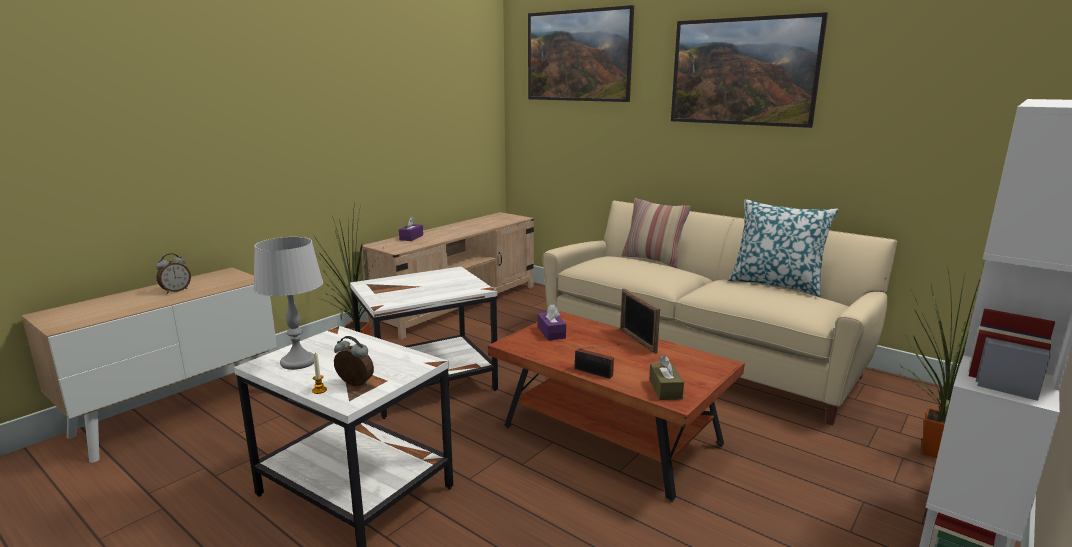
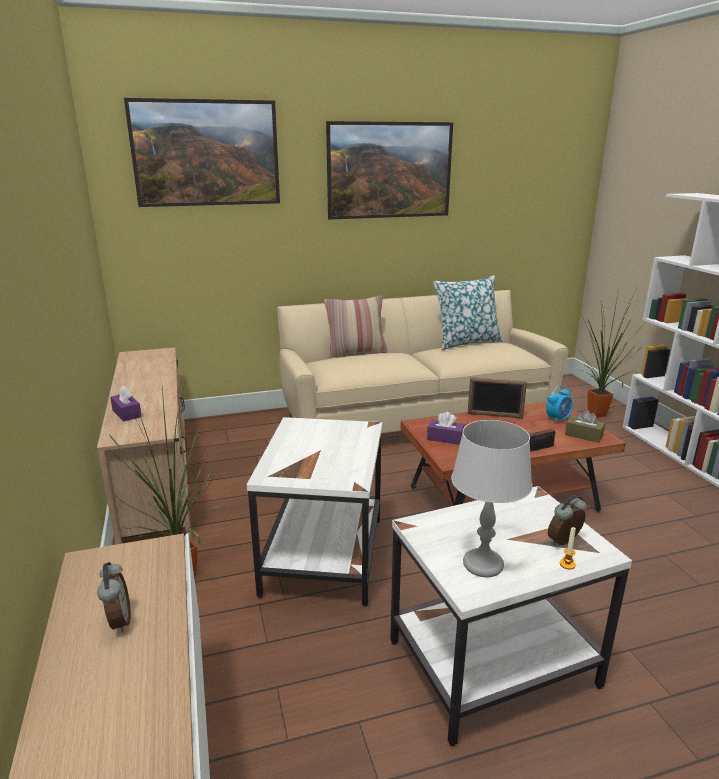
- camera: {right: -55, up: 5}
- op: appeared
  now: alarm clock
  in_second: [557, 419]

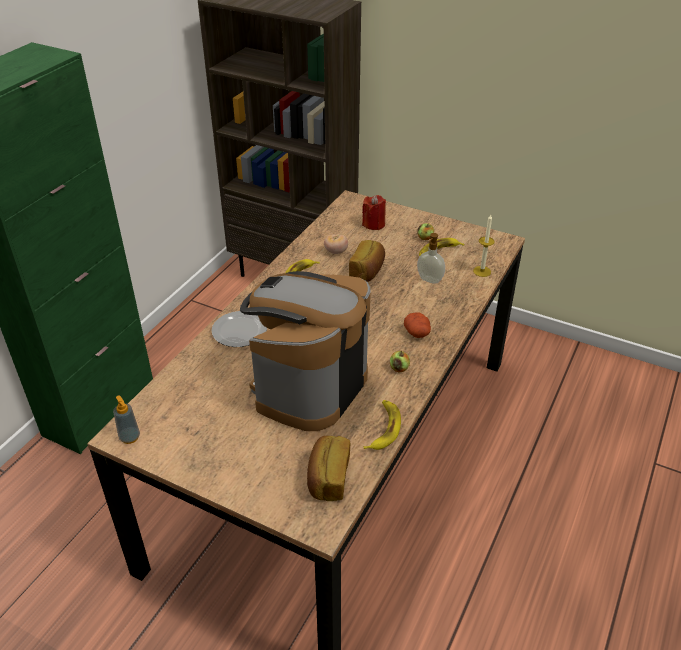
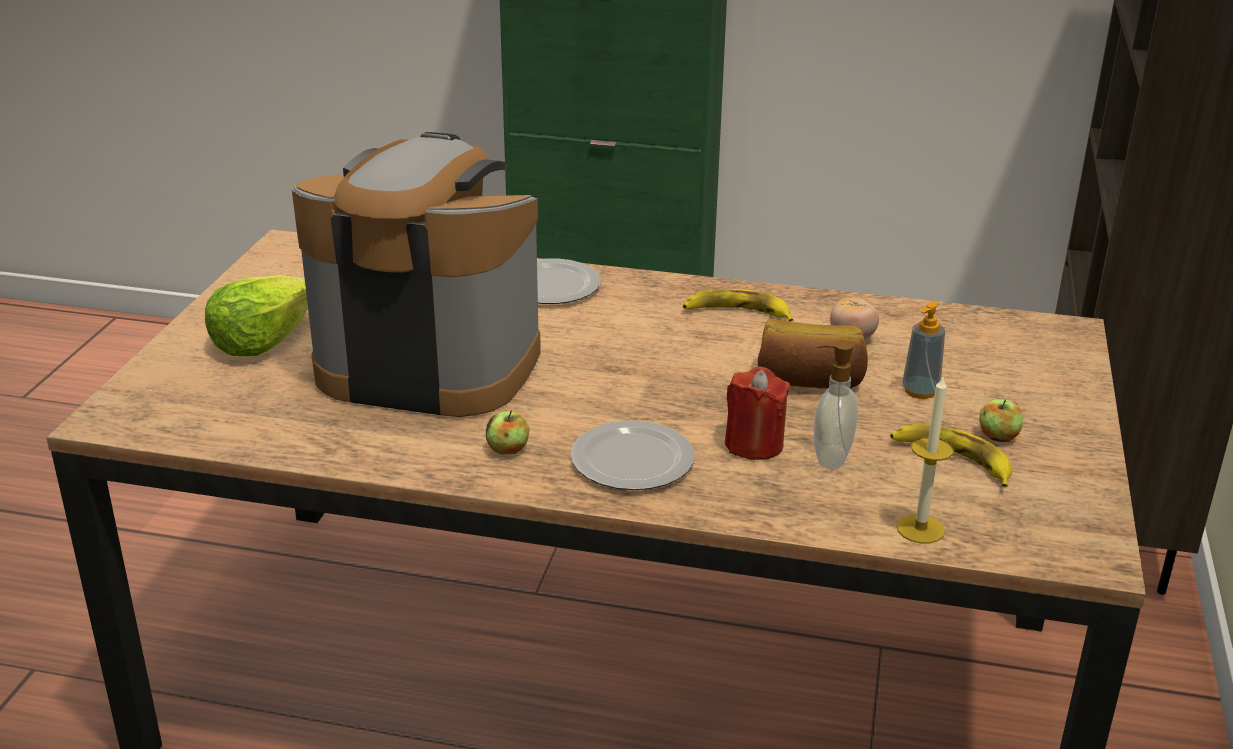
- camera: {right: 75, up: -10}
- op: appeared
  now: lettuce
  in_second: [262, 340]
- op: exchanged
  was: potato
  now: plate
  in_first: [417, 333]
  in_second: [630, 460]
- op: relocated
  was: red candle
  in_first: [374, 224]
  in_second: [754, 444]
- op: relocated
  was: soap dispenser
  in_first: [130, 437]
  in_second: [920, 391]
- op: missing
  was: bread
  in_first: [328, 478]
- op: missing
  was: banana
  in_first: [383, 428]

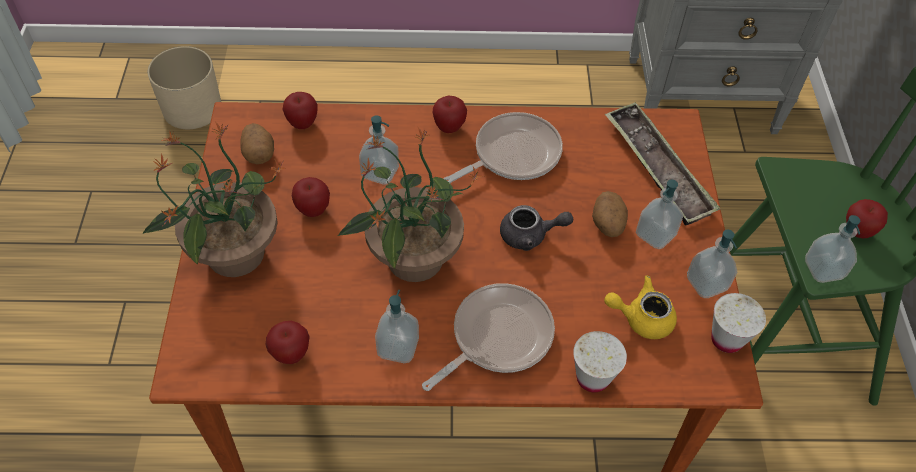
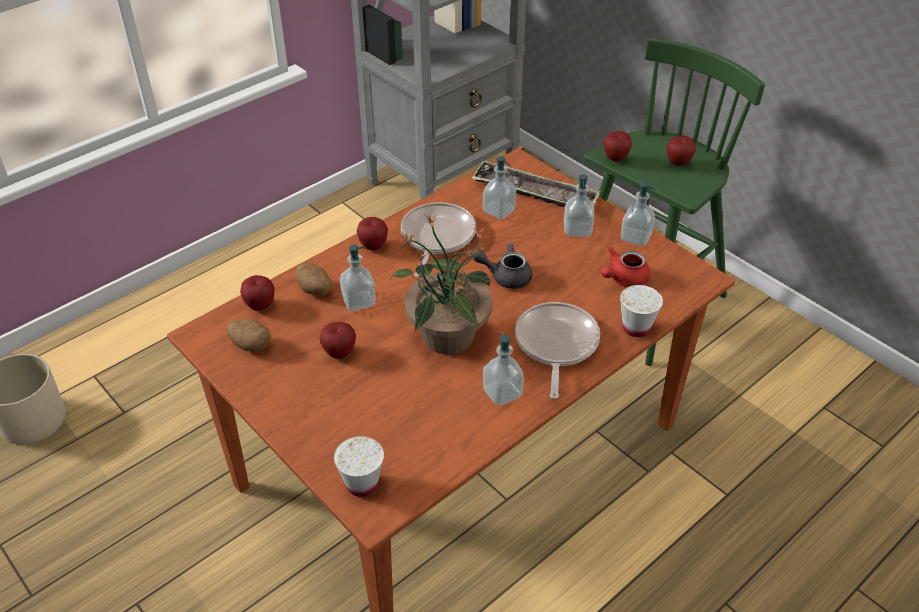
- camera: {right: -40, up: -10}
- op: relocated
  was: potato
  in_first: [608, 225]
  in_second: [315, 290]
- op: relocated
  was: white cup
  in_first: [726, 339]
  in_second: [362, 484]
- op: spun
  was: grey teapot
  in_first: [530, 235]
  in_second: [505, 276]
  clockwise: -135
- op: relocated
  was: soap dispenser
  in_first: [823, 269]
  in_second: [499, 211]
- op: colour
  was: yellow teapot
  now: red teapot
  in_first: [641, 318]
  in_second: [623, 279]
- op: relocated
  was: apple
  in_first: [291, 354]
  in_second: [615, 158]
- op: missing
  was: potted plant
  in_first: [233, 254]

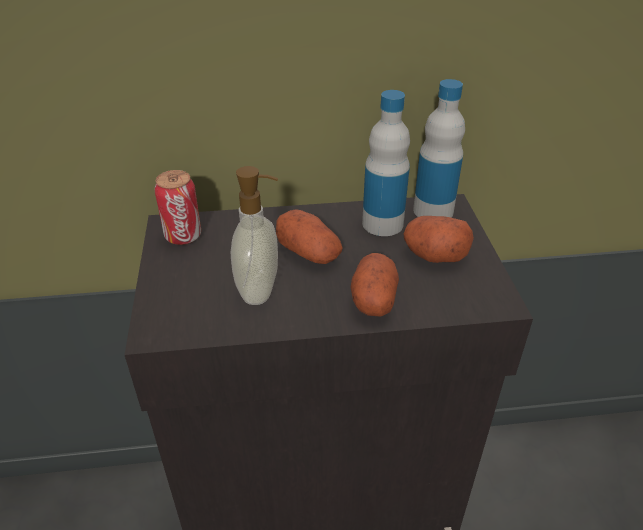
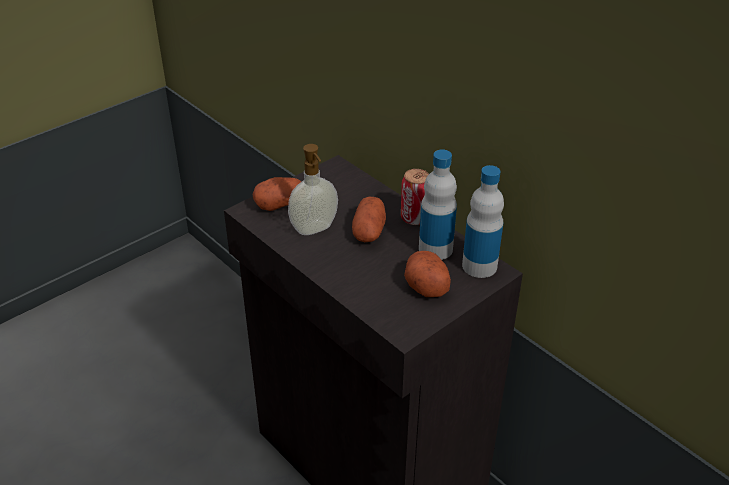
- camera: {right: 55, up: 0}
- op: relocated
  was: potato
  in_first: [373, 298]
  in_second: [280, 204]
- op: relocated
  was: can
  in_first: [183, 236]
  in_second: [414, 218]

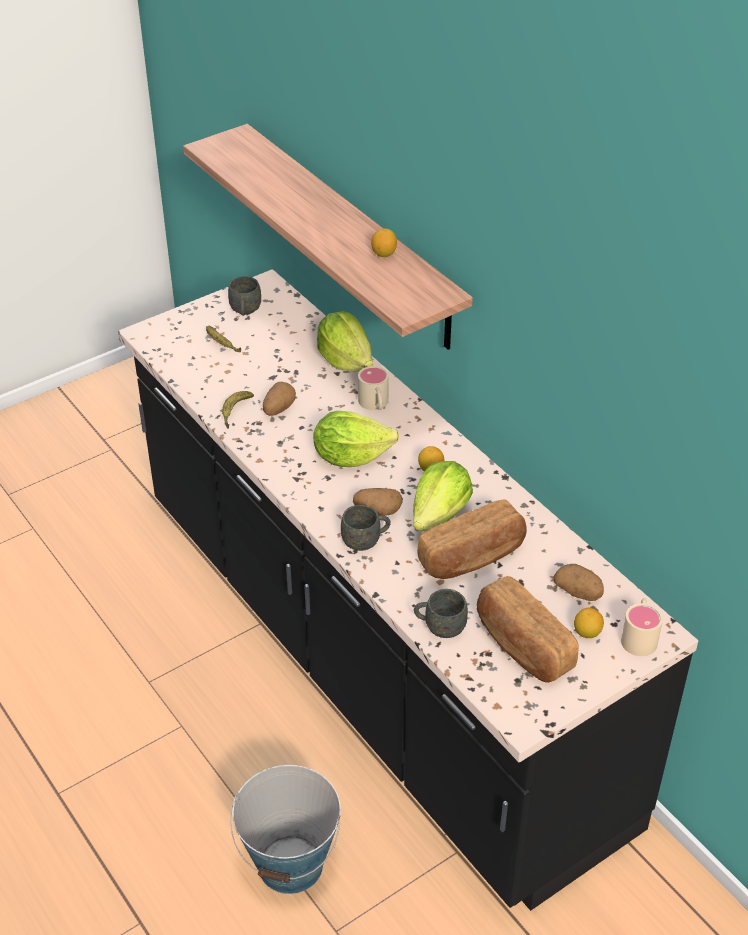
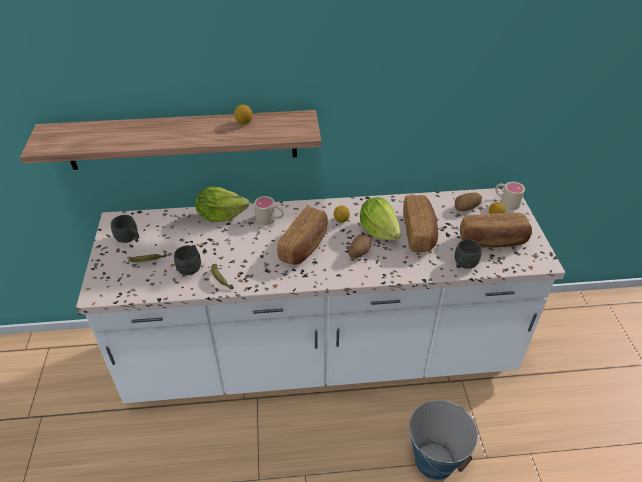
- camera: {right: -60, up: 0}
- op: colour
  was: black counter
  now: white counter
  in_first: [373, 659]
  in_second: [321, 357]
- op: relocated
  was: grey mug
  in_first: [366, 541]
  in_second: [191, 267]
- op: exchanged
  was: lettuce
  now: bread
  in_first: [350, 456]
  in_second: [305, 246]
- op: missing
  was: potato
  in_first: [278, 408]

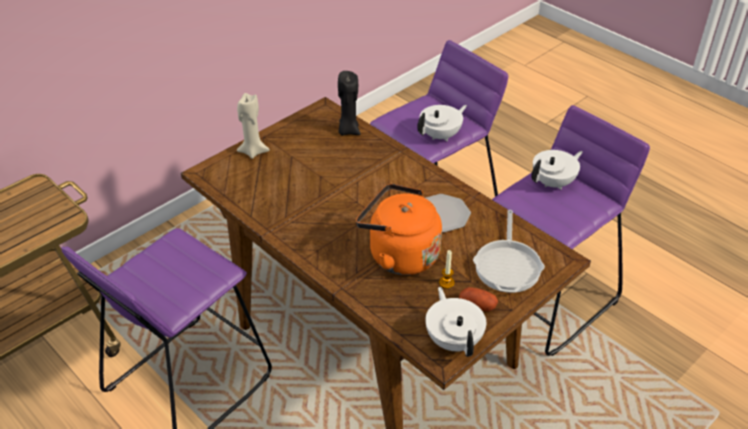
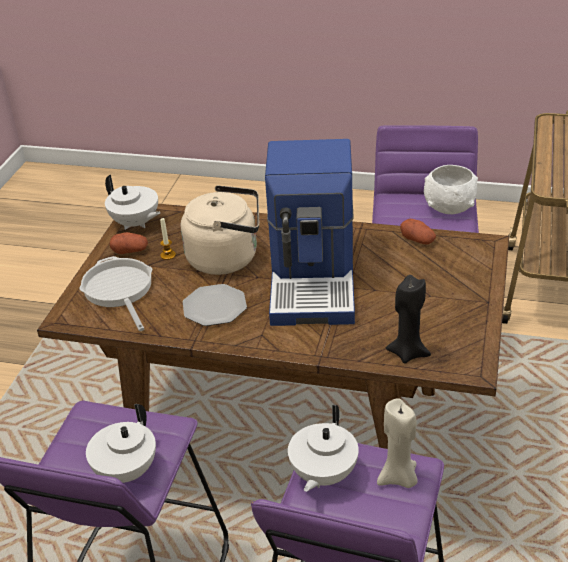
- camera: {right: 150, up: -5}
- op: colour
  was: orange kettle
  now: beige kettle
  in_first: [399, 255]
  in_second: [227, 258]
- op: appeared
  now: coffee machine
  in_second: [314, 279]
- op: relocated
  was: beige candle
  in_first: [253, 151]
  in_second: [399, 478]
- op: appeared
  now: potato
  in_second: [417, 240]
- op: appeared
  now: white bowl
  in_second: [448, 207]

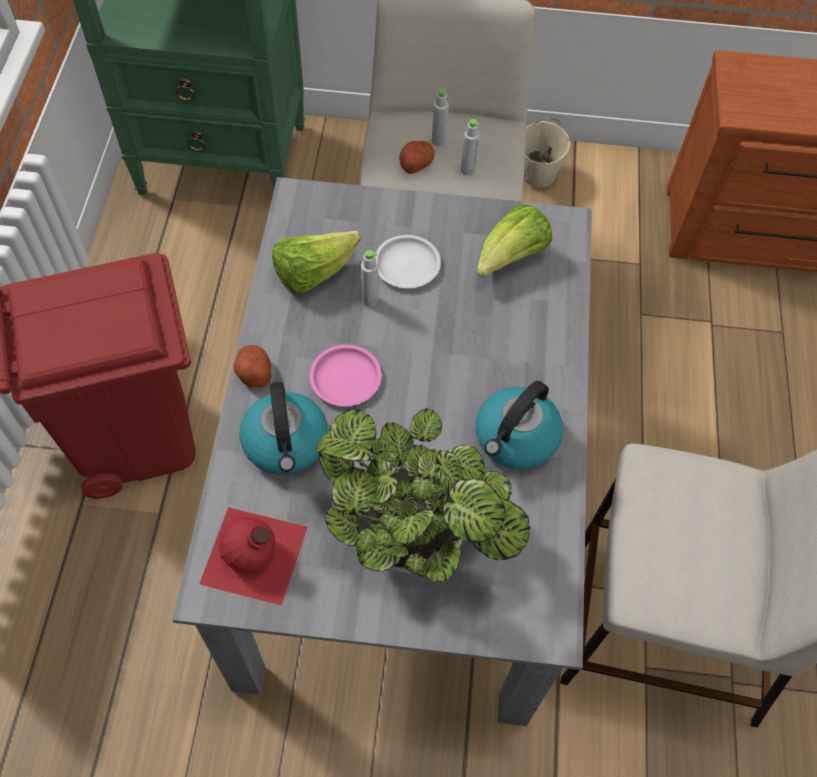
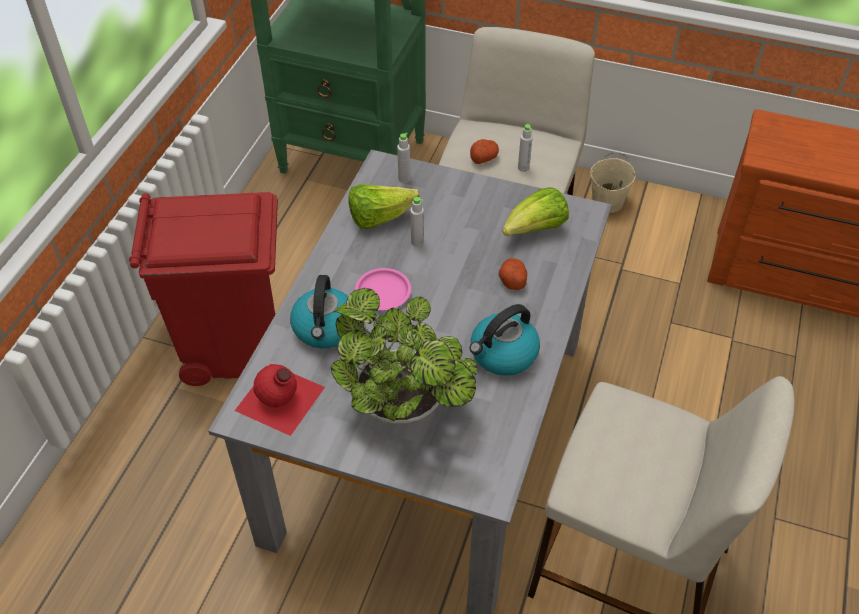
- camera: {right: 15, up: -10}
- op: relocated
  was: grey bottle
  in_first: [438, 141]
  in_second: [404, 178]
- op: relocated
  was: potato
  in_first: [253, 373]
  in_second: [512, 280]
- op: missing
  was: white plate
  in_first: [407, 265]

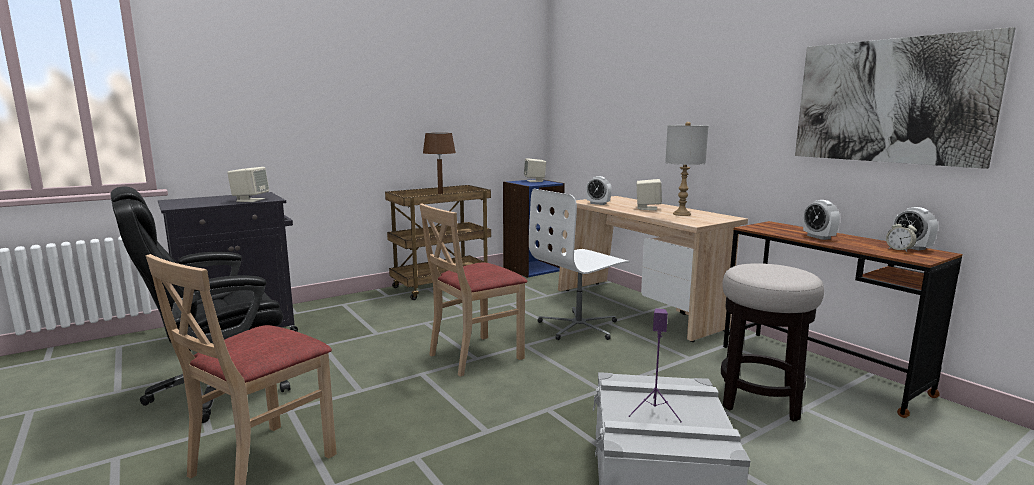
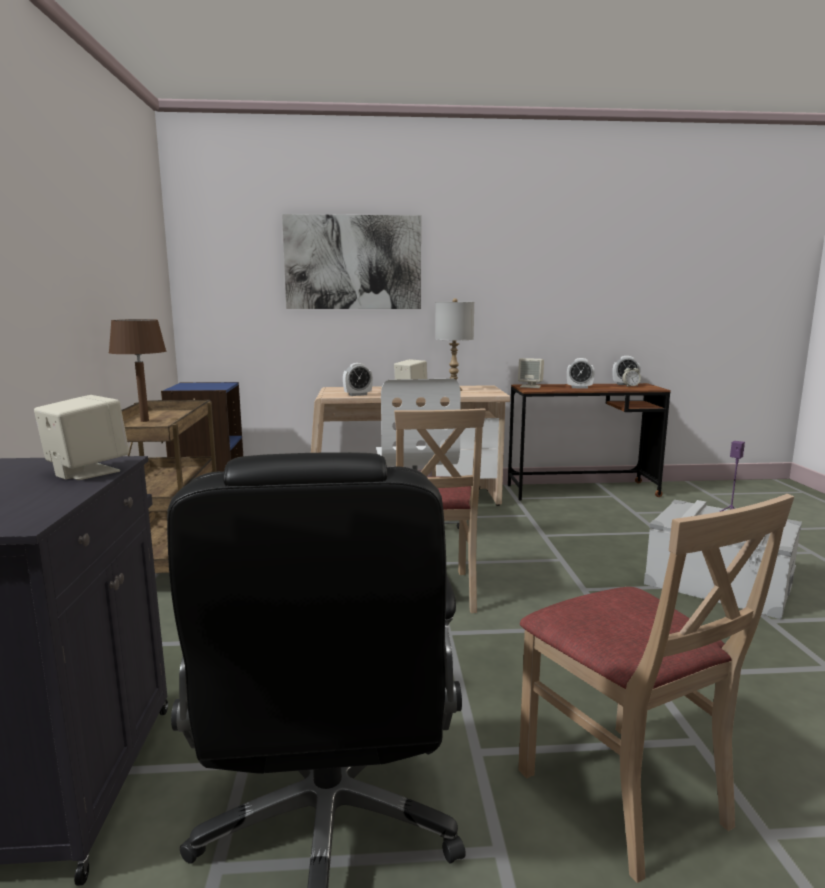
- camera: {right: -60, up: 0}
- op: relocated
  was: picture
  in_first: [889, 101]
  in_second: [353, 262]
- op: relocated
  was: beige speaker
  in_first: [535, 181]
  in_second: [530, 386]
- op: missing
  was: stool
  in_first: [759, 399]

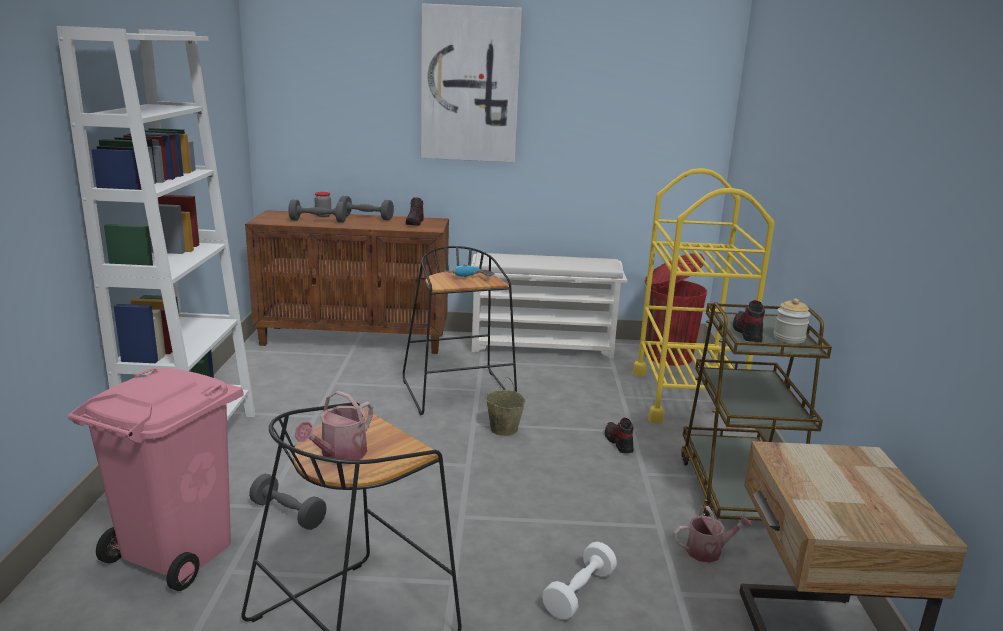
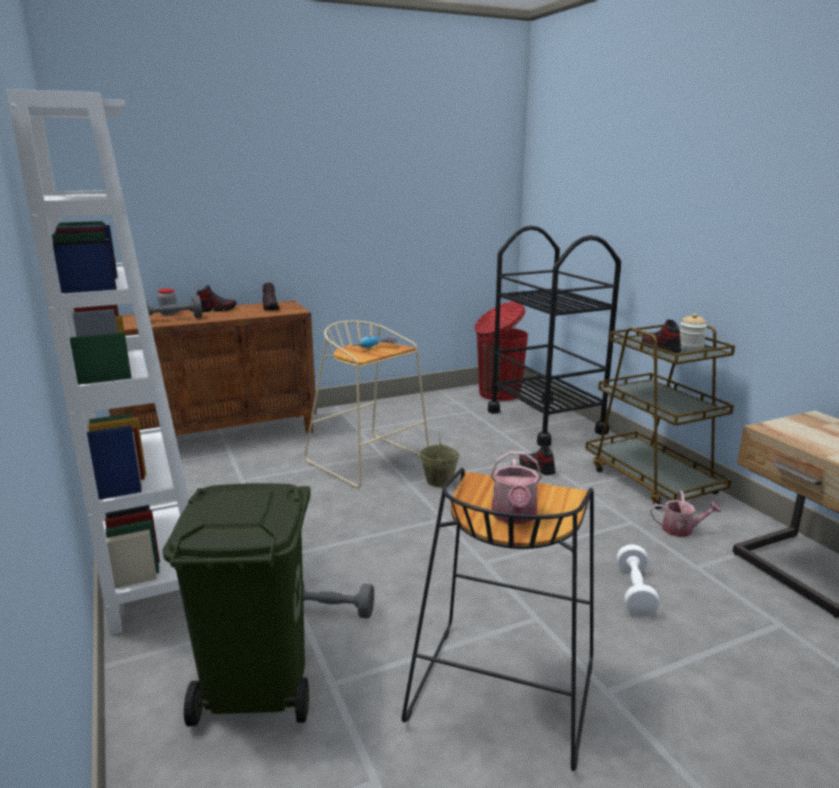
- camera: {right: -25, up: 0}
- op: colour
  was: pink trash can
  now: green trash can
  in_first: [179, 552]
  in_second: [260, 685]
- op: exchanged
  was: grey dumbbell
  now: shoe
  in_first: [366, 218]
  in_second: [216, 310]
- op: colour
  was: black stool
  now: beige stool
  in_first: [460, 393]
  in_second: [370, 461]
- op: colour
  was: yellow cart
  now: black cart
  in_first: [686, 397]
  in_second: [545, 422]
- op: spun
  was: watering can
  in_first: [708, 551]
  in_second: [681, 530]
  clockwise: 45
- op: missing
  was: picture
  in_first: [470, 85]
- op: missing
  was: white shoe rack
  in_first: [543, 345]

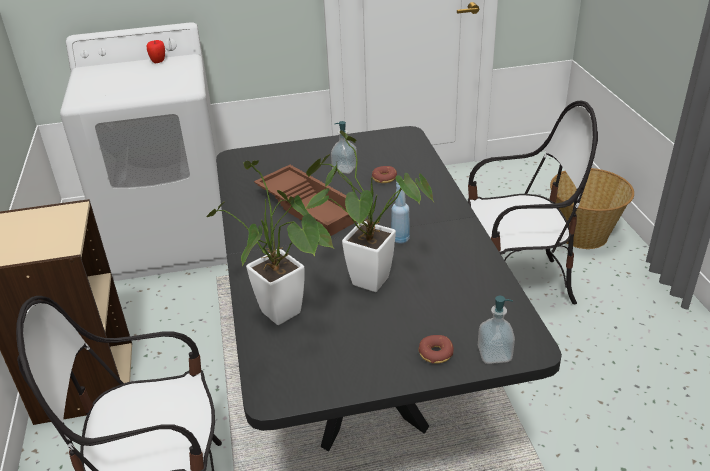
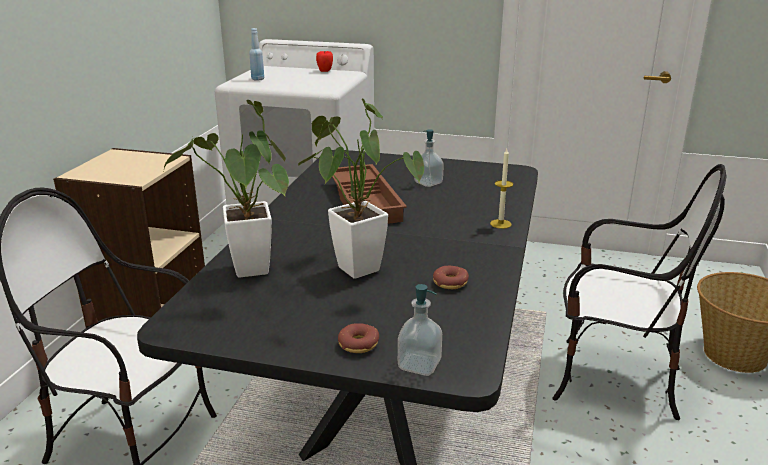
- camera: {right: 25, up: -10}
- op: relocated
  was: blue bottle
  in_first: [400, 239]
  in_second: [258, 79]
- op: relocated
  was: donut
  in_first: [384, 178]
  in_second: [450, 283]
- op: appeared
  now: candle
  in_second: [500, 224]

